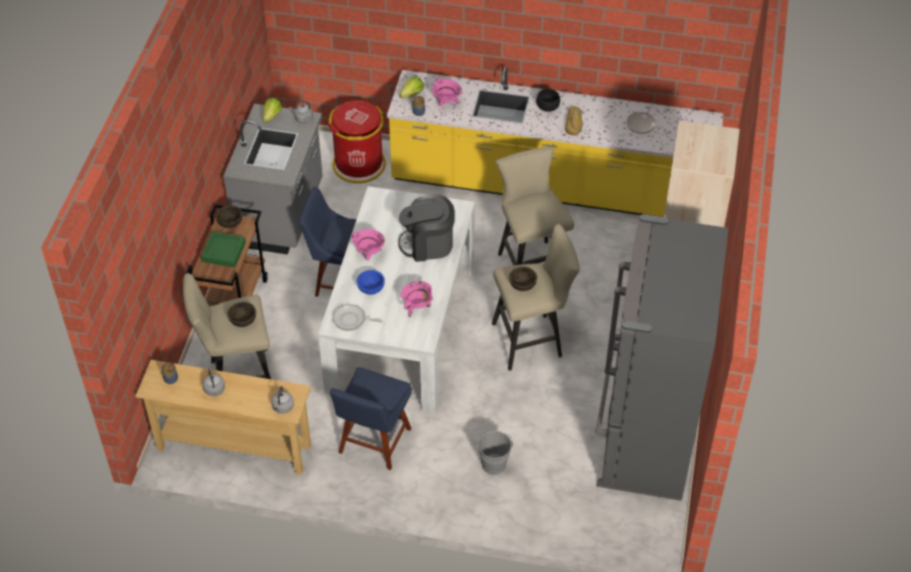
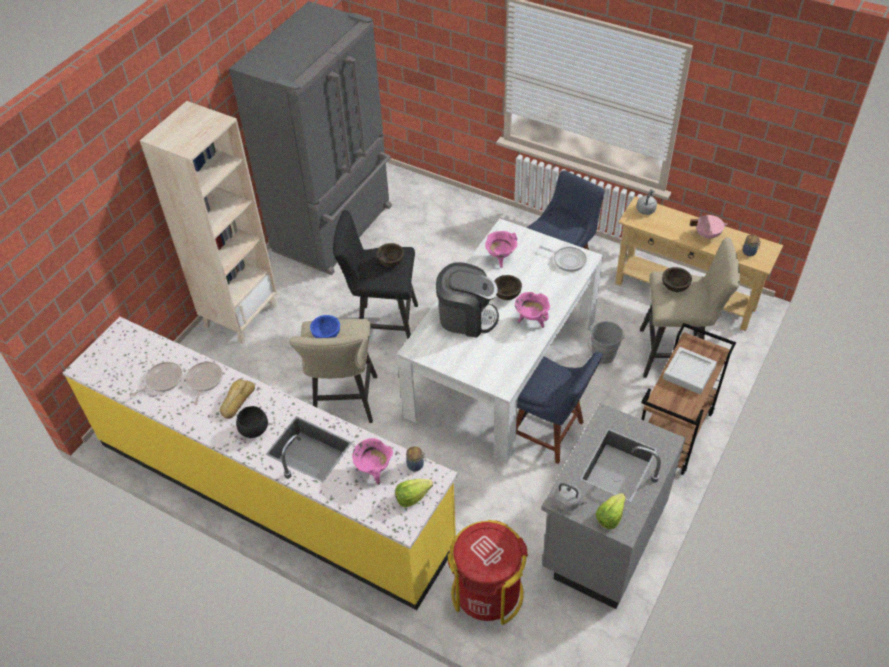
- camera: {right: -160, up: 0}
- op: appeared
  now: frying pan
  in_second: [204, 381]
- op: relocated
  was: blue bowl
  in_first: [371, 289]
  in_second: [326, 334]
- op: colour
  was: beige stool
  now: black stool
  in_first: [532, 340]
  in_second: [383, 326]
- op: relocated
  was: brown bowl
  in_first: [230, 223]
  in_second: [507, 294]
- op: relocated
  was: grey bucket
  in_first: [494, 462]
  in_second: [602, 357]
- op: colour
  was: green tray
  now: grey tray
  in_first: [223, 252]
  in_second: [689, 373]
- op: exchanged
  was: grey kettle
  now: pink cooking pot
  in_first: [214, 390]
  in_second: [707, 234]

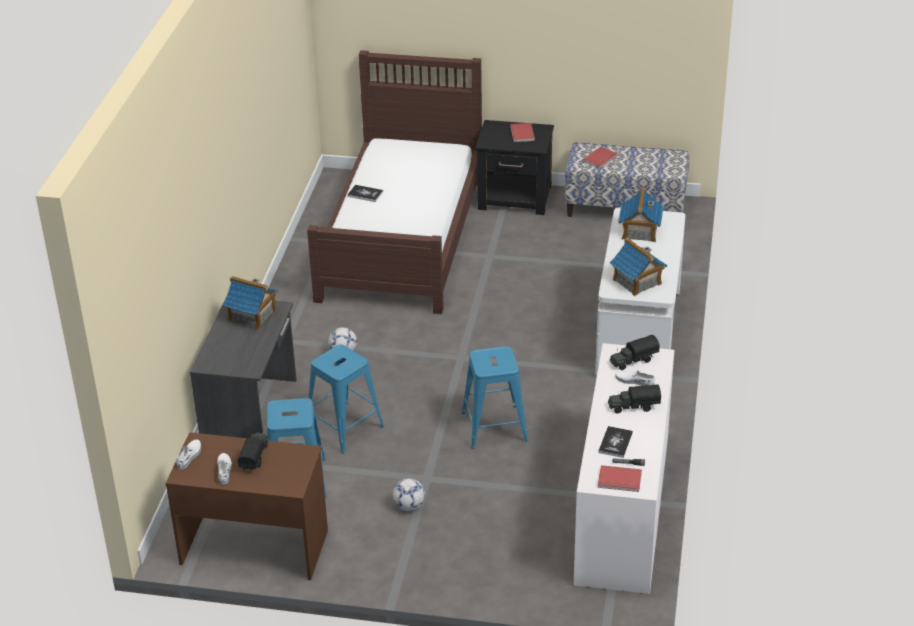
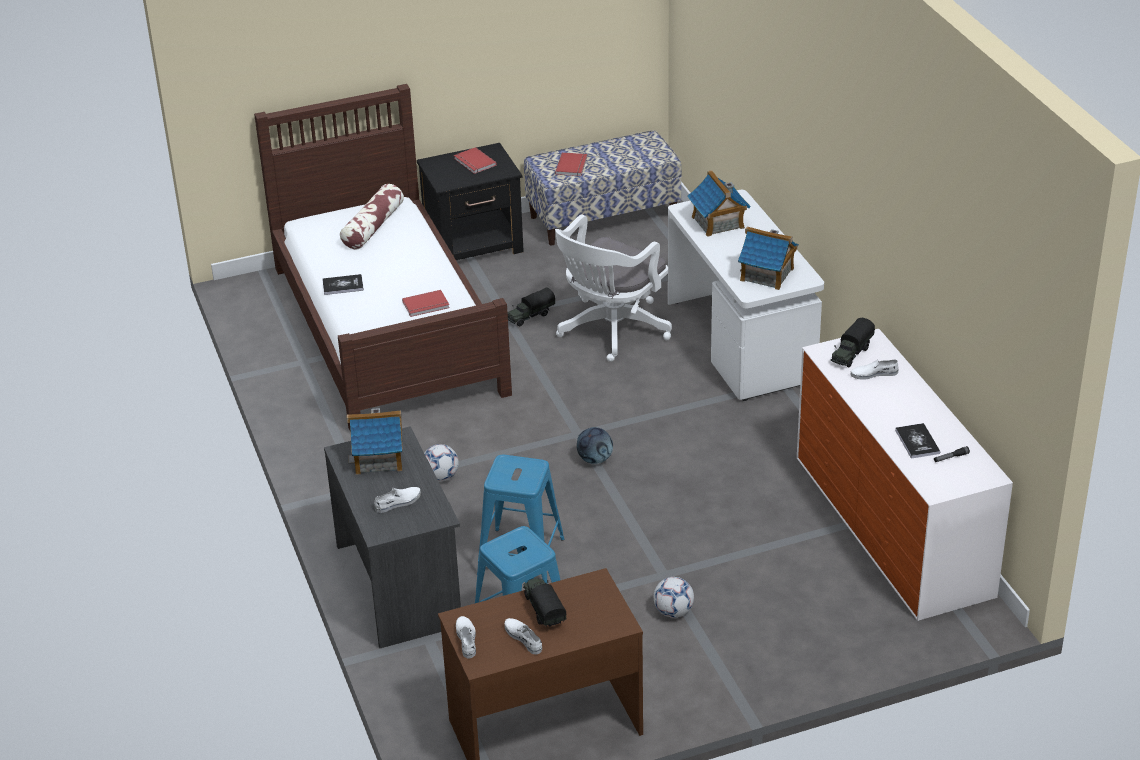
- camera: {right: -30, up: 0}
- op: appeared
  now: pillow
  in_second: [373, 227]
- op: appeared
  now: white shoe
  in_second: [398, 502]
- op: relocated
  was: red book
  in_first: [619, 481]
  in_second: [426, 305]
- op: relocated
  was: toy truck
  in_first: [633, 407]
  in_second: [530, 316]
- op: appeared
  now: white office chair
  in_second: [610, 331]
- op: appeared
  now: football
  in_second: [594, 460]
- op: missing
  was: blue stool
  in_first: [494, 427]

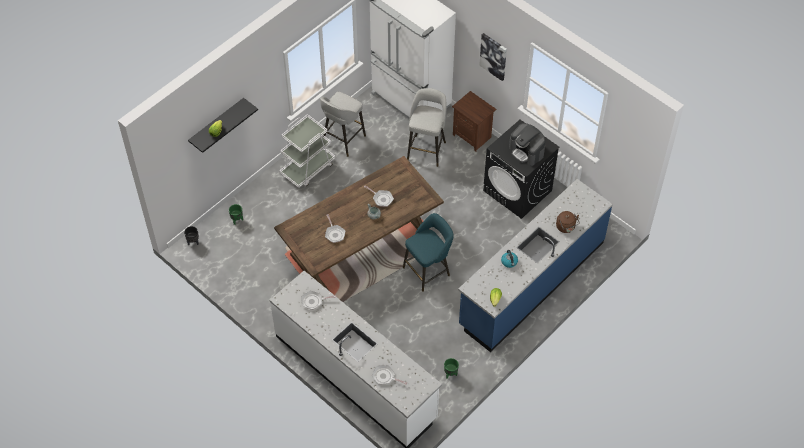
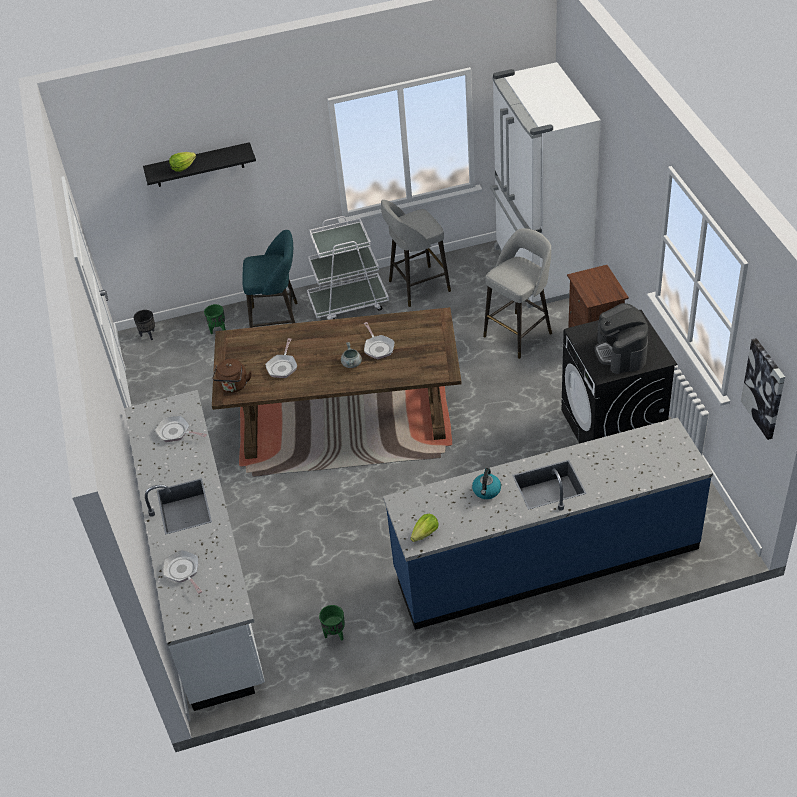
- camera: {right: 35, up: -10}
- op: relocated
  was: brown kettle
  in_first: [566, 227]
  in_second: [233, 386]
- op: relocated
  was: turquoise stool
  in_first: [428, 270]
  in_second: [278, 320]
- op: relocated
  was: picture
  in_first: [493, 56]
  in_second: [764, 388]

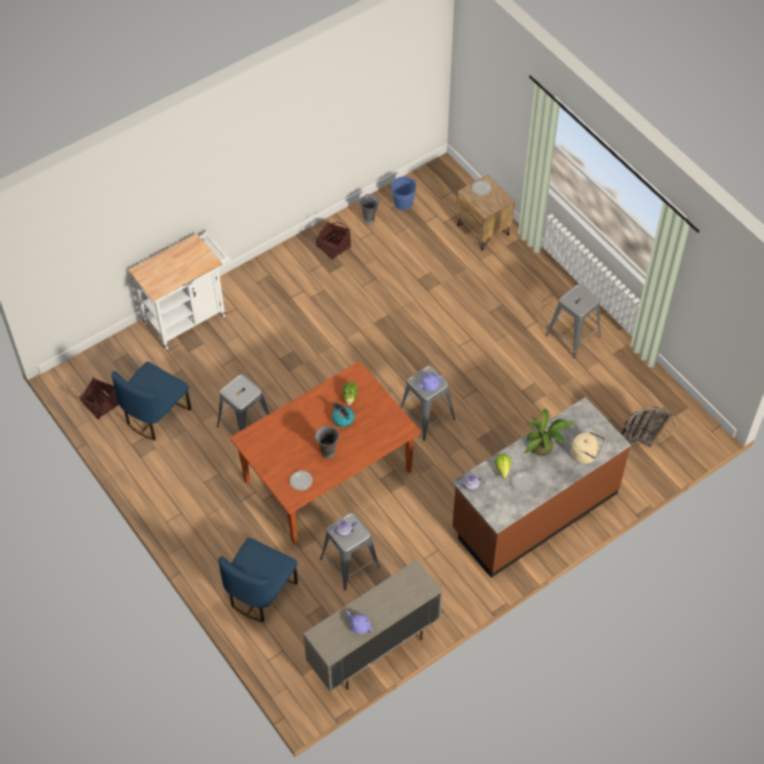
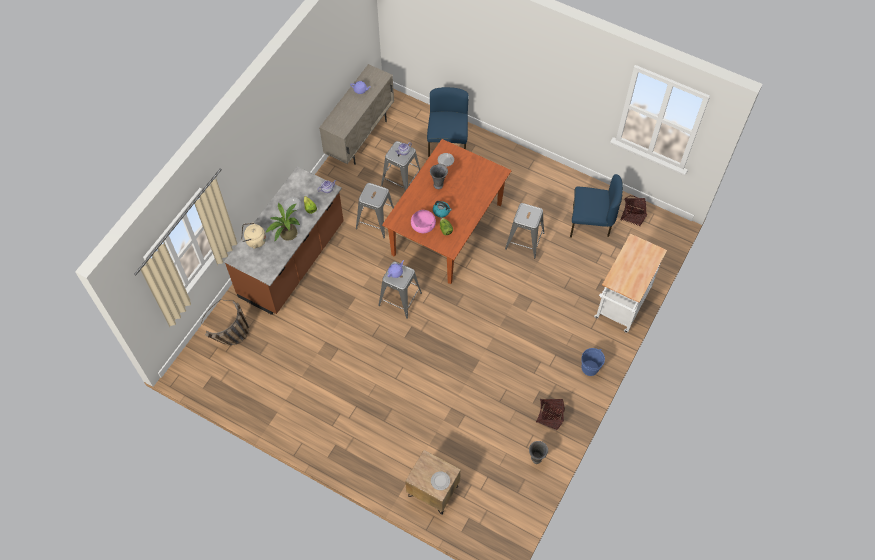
- camera: {right: 155, up: 5}
- op: relocated
  was: grey stool
  in_first: [573, 335]
  in_second: [376, 221]
- op: appeared
  now: pink bowl
  in_second: [423, 225]
- op: spun
  was: blue chair
  in_first: [156, 415]
  in_second: [590, 223]
  clockwise: 90
- op: relocated
  was: blue bucket
  in_first: [403, 203]
  in_second: [590, 368]

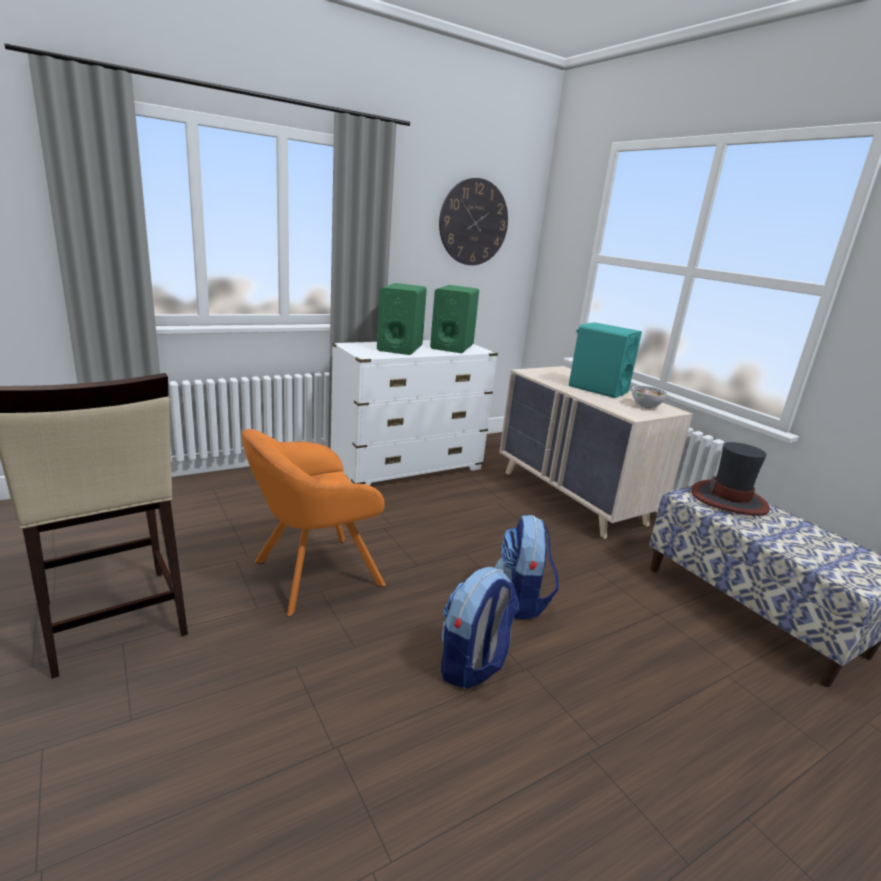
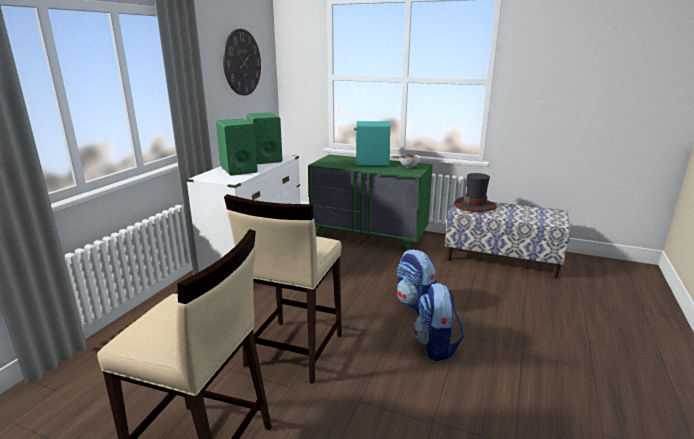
- camera: {right: -35, up: 0}
- op: exchanged
  was: orange armchair
  now: beige stool
  in_first: [311, 575]
  in_second: [293, 350]
- op: colour
  was: beige dresser
  now: green dresser
  in_first: [573, 497]
  in_second: [369, 238]

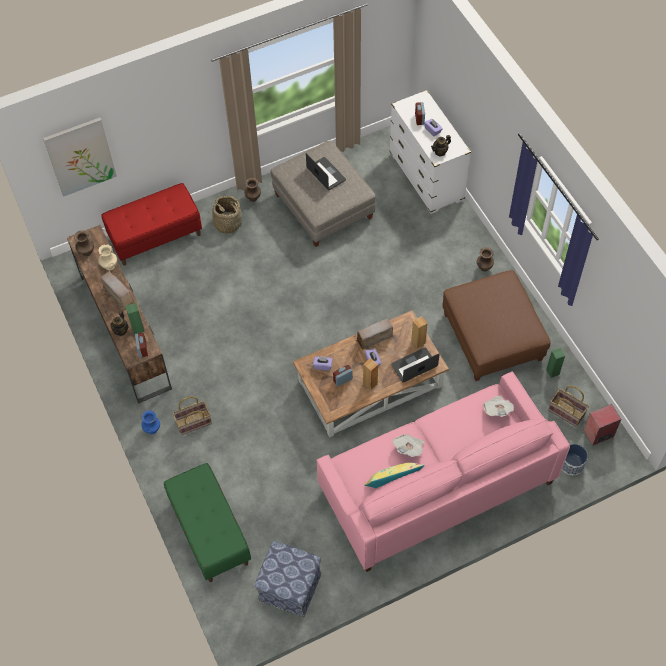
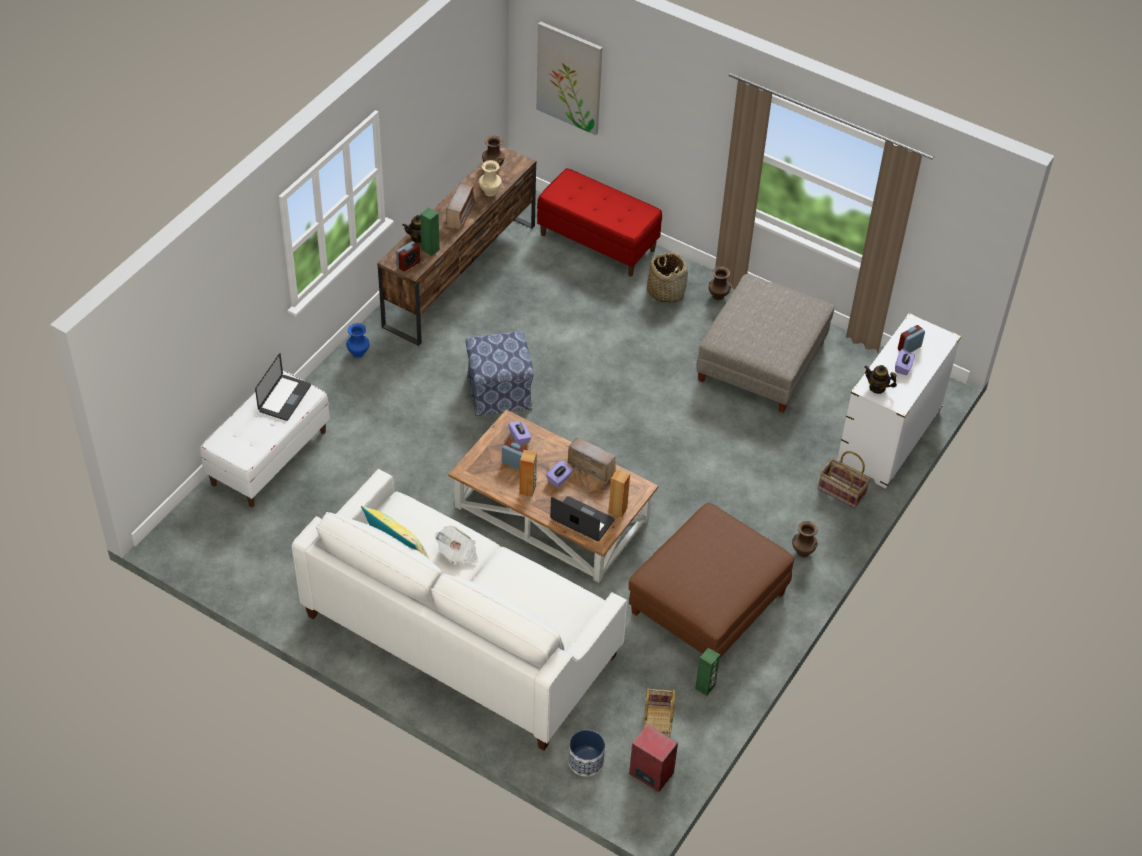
- camera: {right: 55, up: -10}
- op: colour
  was: green bench
  now: white bench
  in_first: [209, 532]
  in_second: [269, 457]
- op: relocated
  was: laptop
  in_first: [326, 174]
  in_second: [284, 398]
- op: colour
  was: pink sofa
  now: white sofa
  in_first: [437, 486]
  in_second: [461, 635]
- op: relocated
  was: ottoman
  in_first: [289, 587]
  in_second: [499, 392]
- op: relocated
  was: basket
  in_first: [193, 423]
  in_second: [841, 492]
- op: missing
  was: newspaper
  in_first: [497, 410]

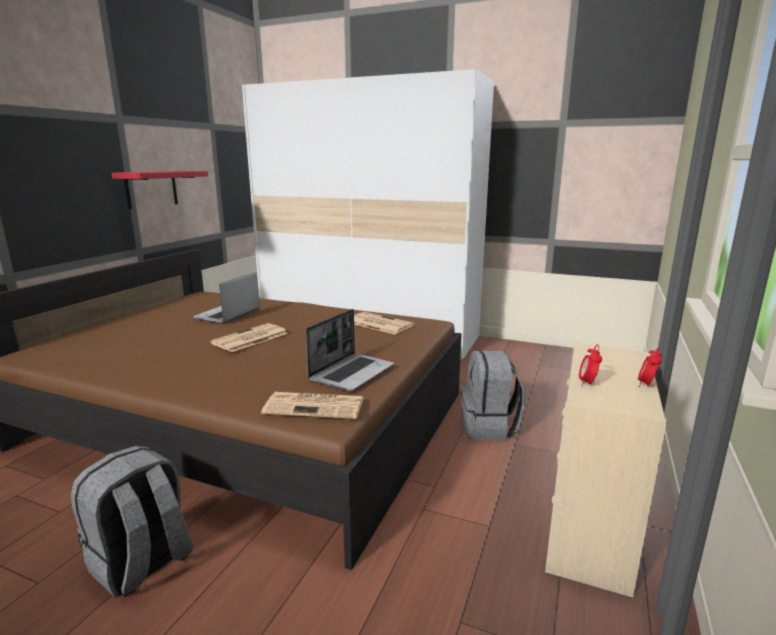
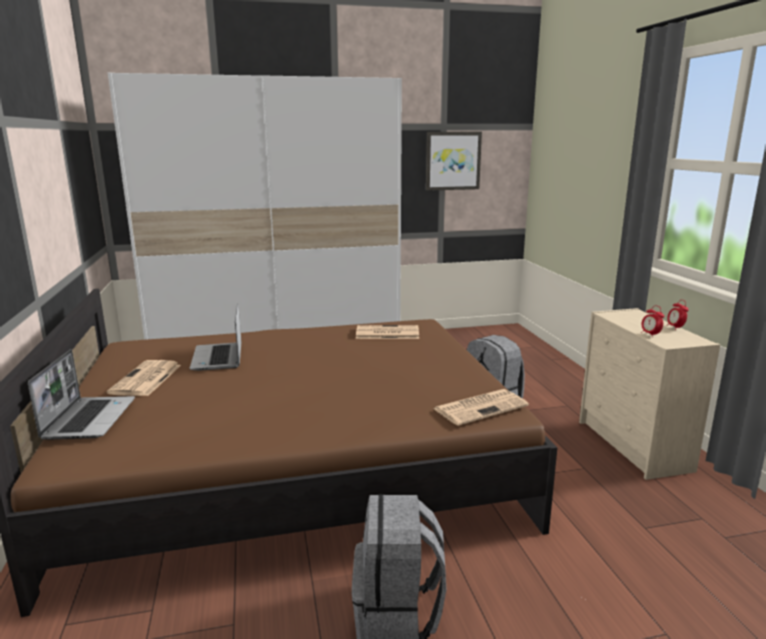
- camera: {right: -35, up: 0}
- op: relocated
  was: laptop
  in_first: [352, 372]
  in_second: [89, 418]
- op: relocated
  was: newspaper
  in_first: [249, 338]
  in_second: [146, 379]
- op: appeared
  now: picture
  in_second: [453, 161]
- op: missing
  was: red shelf
  in_first: [151, 189]

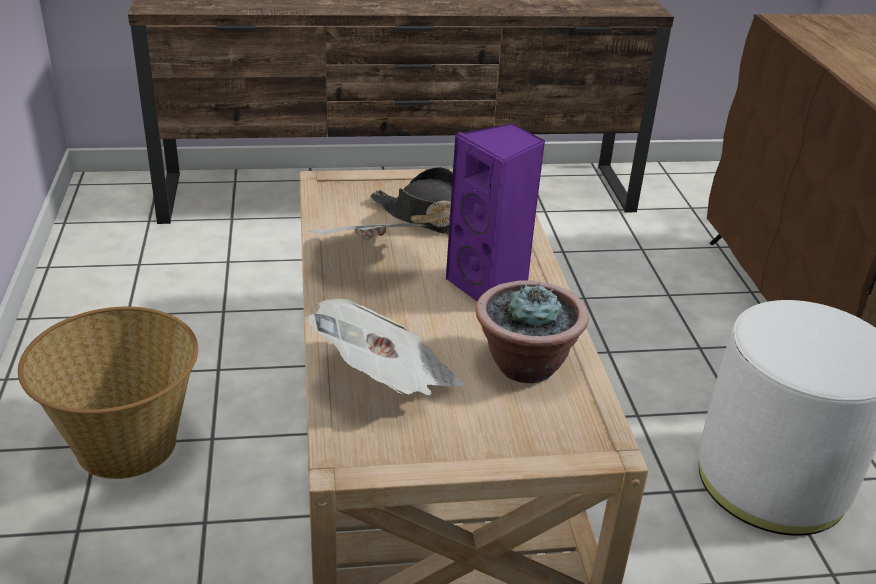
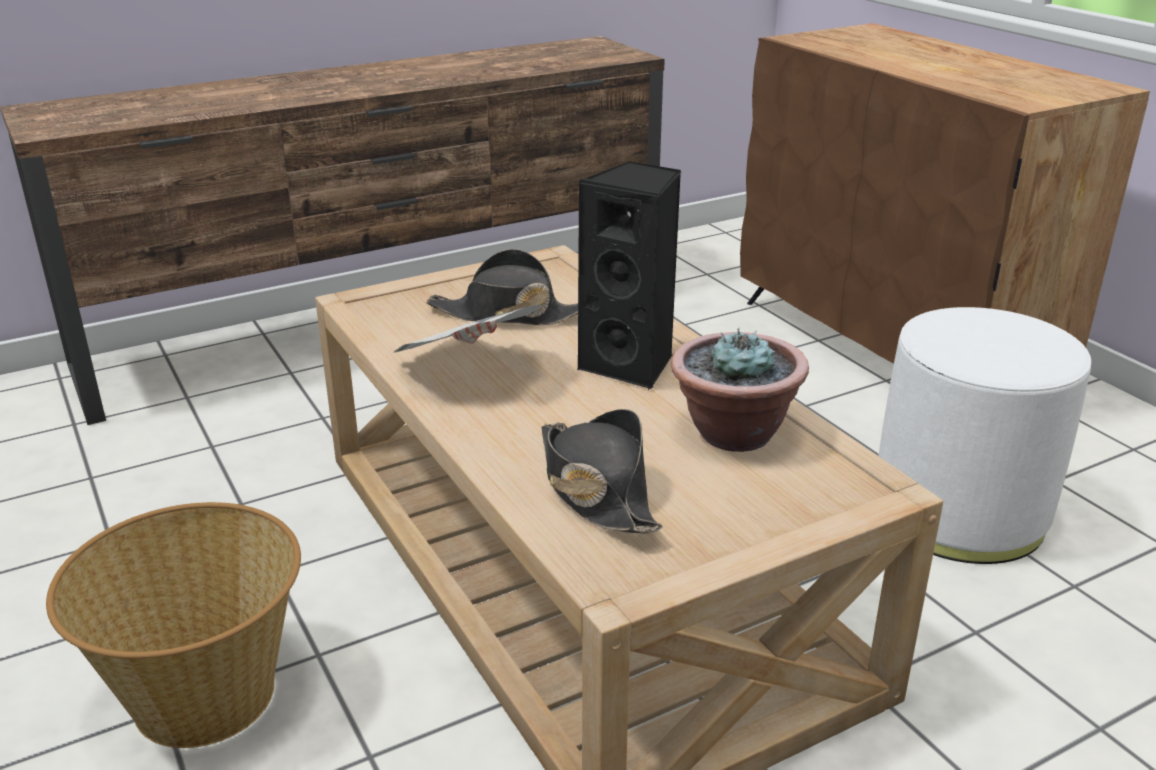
- camera: {right: -20, up: -5}
- op: exchanged
  was: newspaper
  now: black hat
  in_first: [387, 380]
  in_second: [595, 488]
- op: colour
  was: purple speaker
  now: black speaker
  in_first: [490, 286]
  in_second: [631, 365]

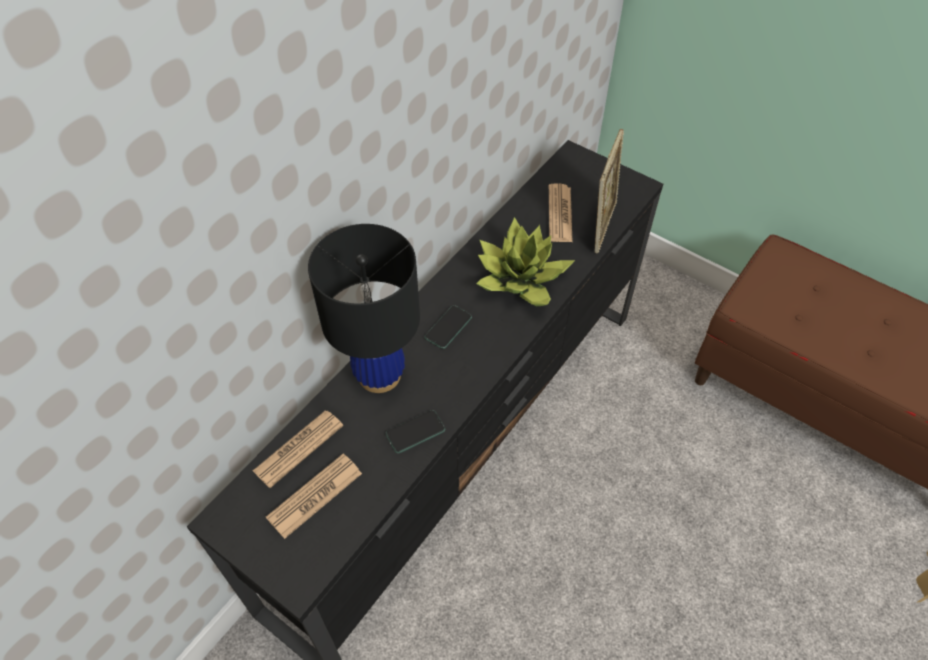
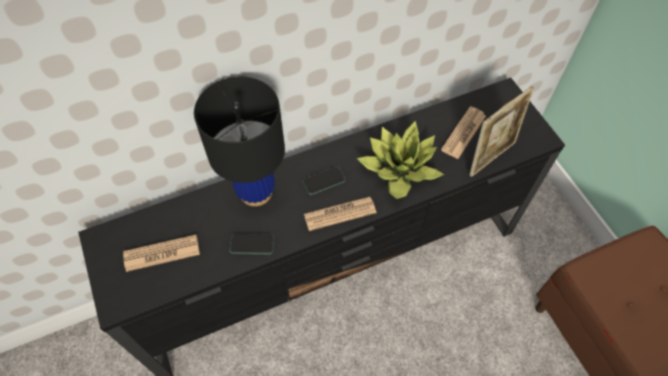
- camera: {right: 30, up: 5}
- op: relocated
  was: newspaper
  in_first: [298, 448]
  in_second: [340, 214]

